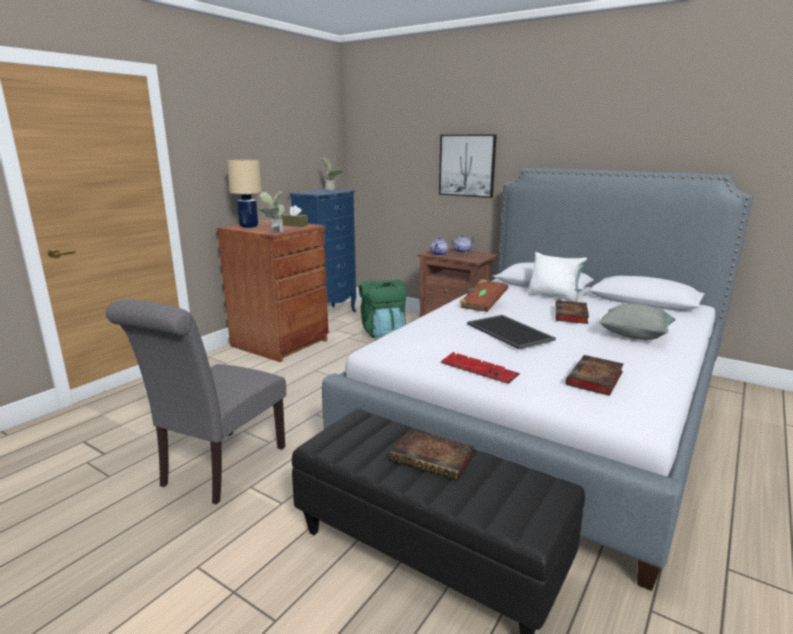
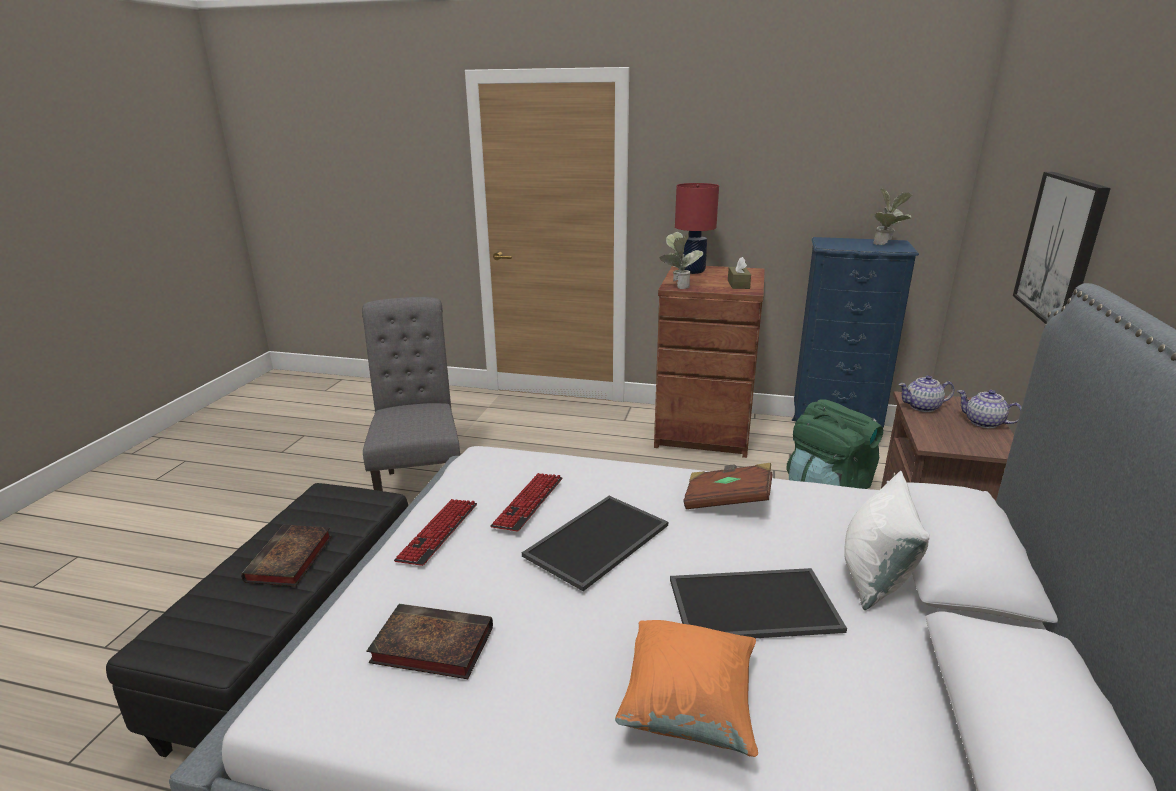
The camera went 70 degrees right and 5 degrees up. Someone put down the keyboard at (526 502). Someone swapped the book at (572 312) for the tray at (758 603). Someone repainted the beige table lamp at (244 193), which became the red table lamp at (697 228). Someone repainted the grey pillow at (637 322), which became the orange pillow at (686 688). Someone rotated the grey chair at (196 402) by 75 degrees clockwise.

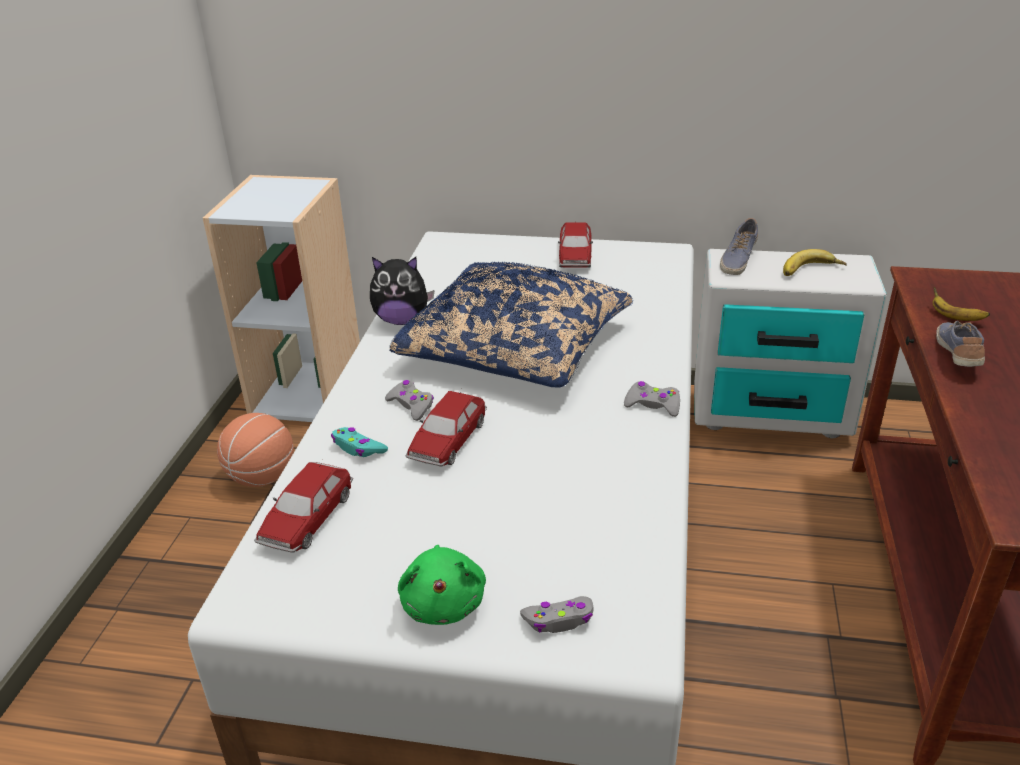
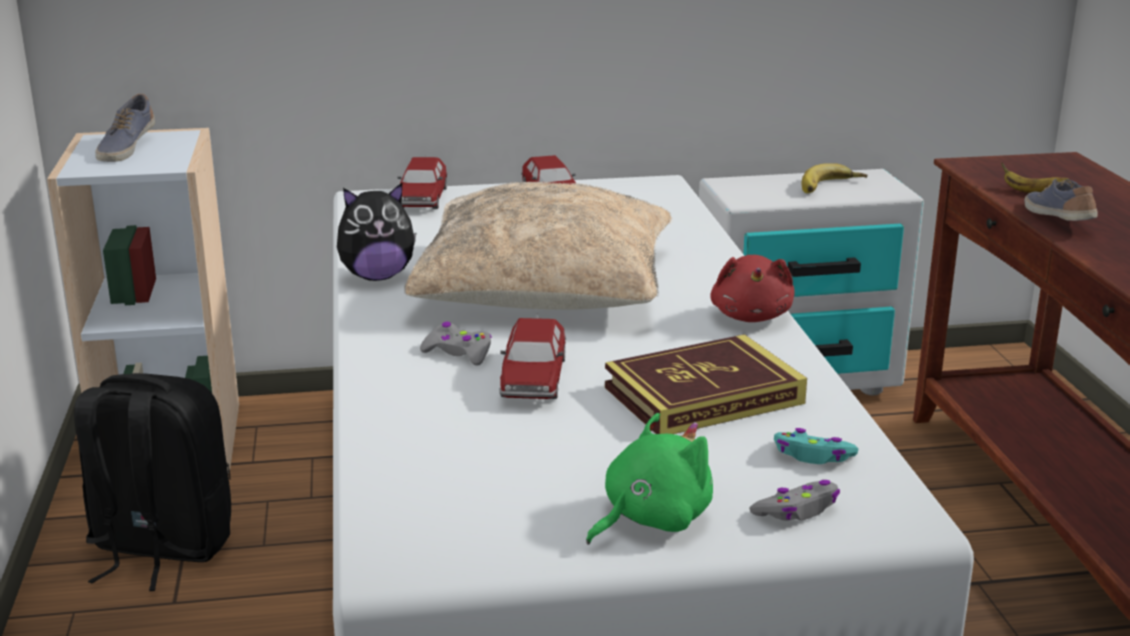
The camera went 20 degrees left and 10 degrees down. Someone put down the book at (706 384). Someone carried the toy car from (303 507) to (423 183). Someone carried the turquoise game controller from (359 442) to (816 446). Someone carried the shoe from (739 246) to (125 128). Someone swapped the basketball at (255 450) for the black backpack at (152 482). Someone swapped the grey game controller at (652 399) for the red plush toy at (752 288). Someone repainted the blue pillow at (511 325), which became the beige pillow at (538 245). Someone rotated the green plush toy at (442 585) by 105 degrees counterclockwise.

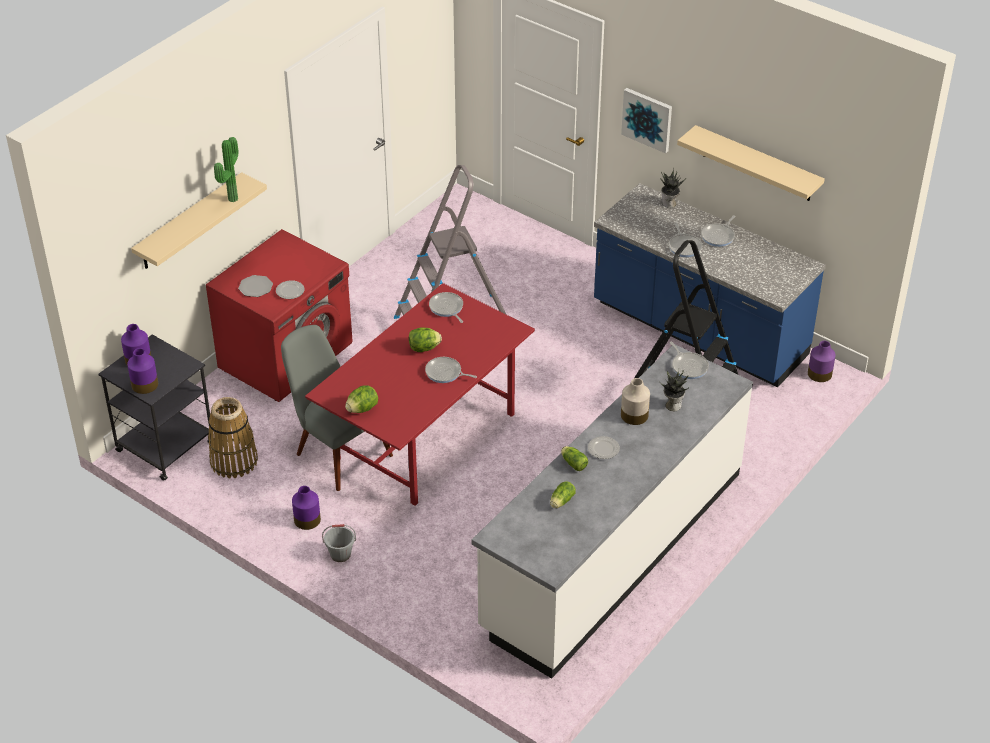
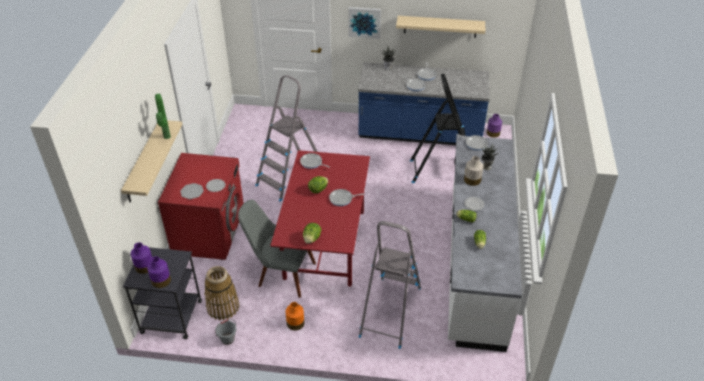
The camera went 30 degrees left and 0 degrees up. Someone put down the grey step ladder at (390 285). Someone carried the grey bucket from (339 543) to (225 332). Someone repainted the purple vase at (306 508), which became the orange vase at (295 316).

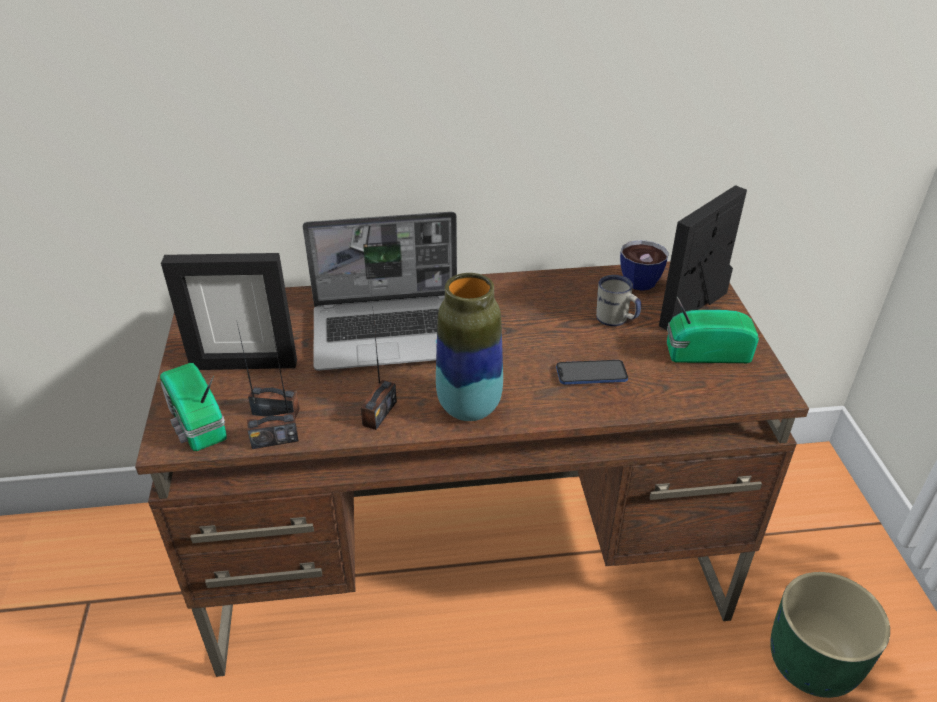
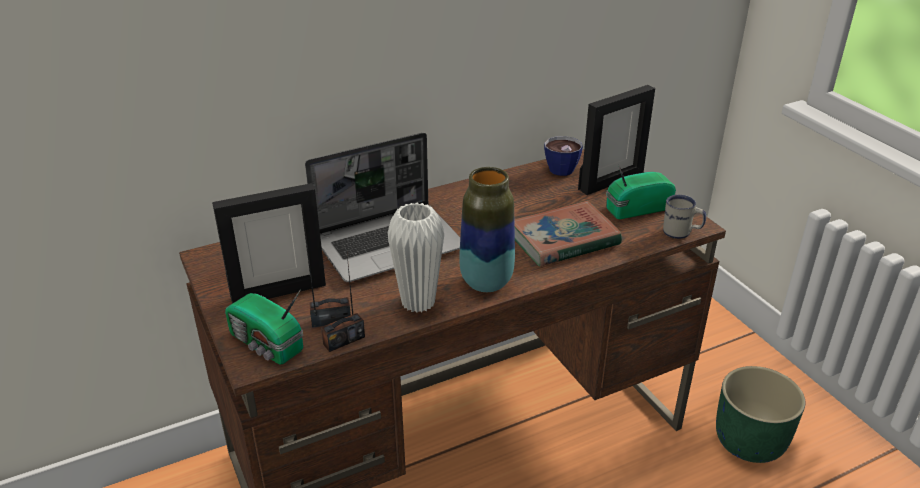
The camera went 20 degrees left and 5 degrees down. Someone carried the white mug from (618 300) to (684 217). Someone swapped the radio at (379 368) for the white vase at (416 258). Someone swapped the phone at (592 372) for the book at (568 234). Someone rotated the picture frame at (703 257) by 150 degrees counterclockwise.

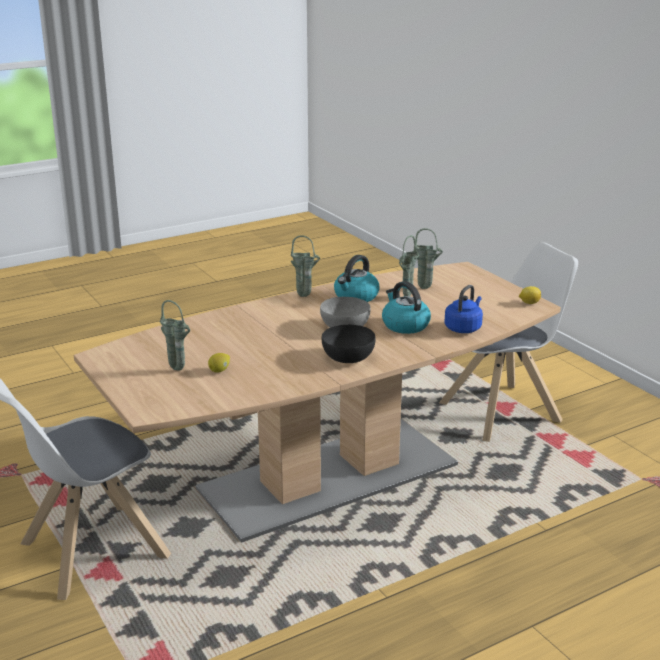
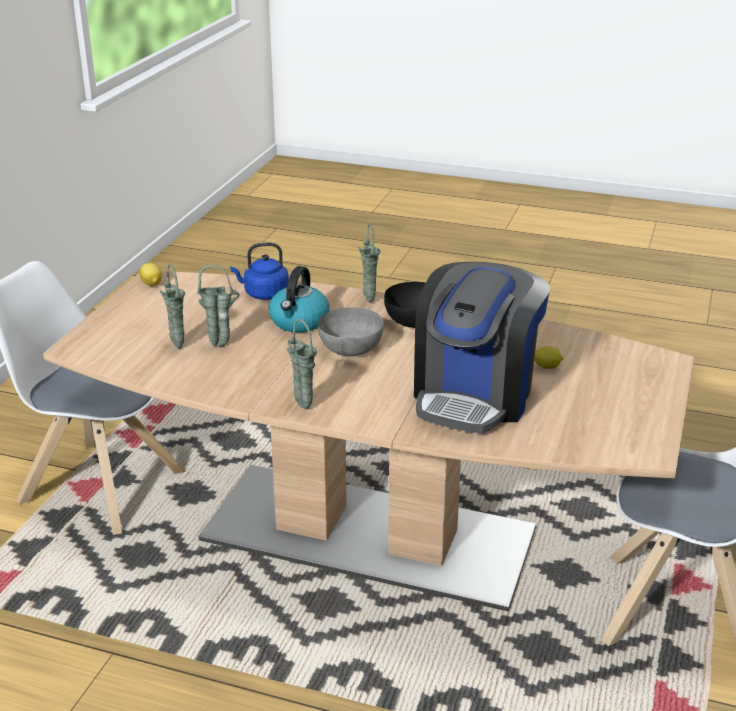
The camera went 130 degrees left and 5 degrees up. Someone took away the kettle at (357 278). Someone put down the coffee machine at (482 348). Someone carried the green vase from (174 335) to (369 263).

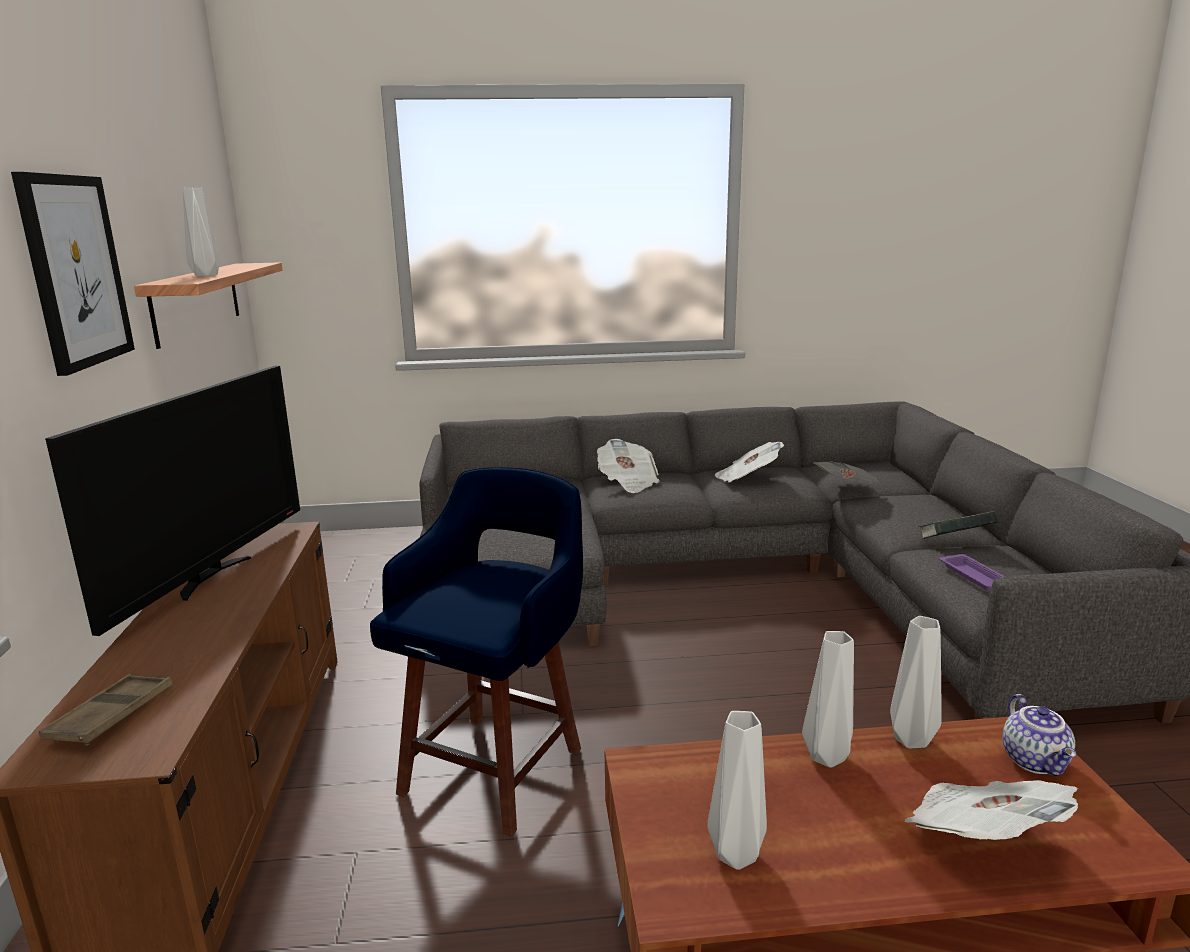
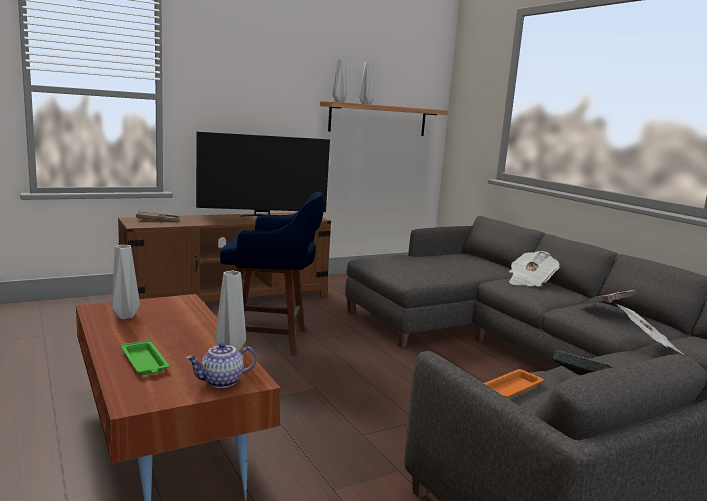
The camera went 65 degrees right and 5 degrees down. Someone took away the picture at (73 274). Someone carried the grey vase from (828 699) to (339 80). Someone swapped the newspaper at (991 810) for the green tray at (145 357). Someone repainted the purple tray at (972 572), which became the orange tray at (514 383).

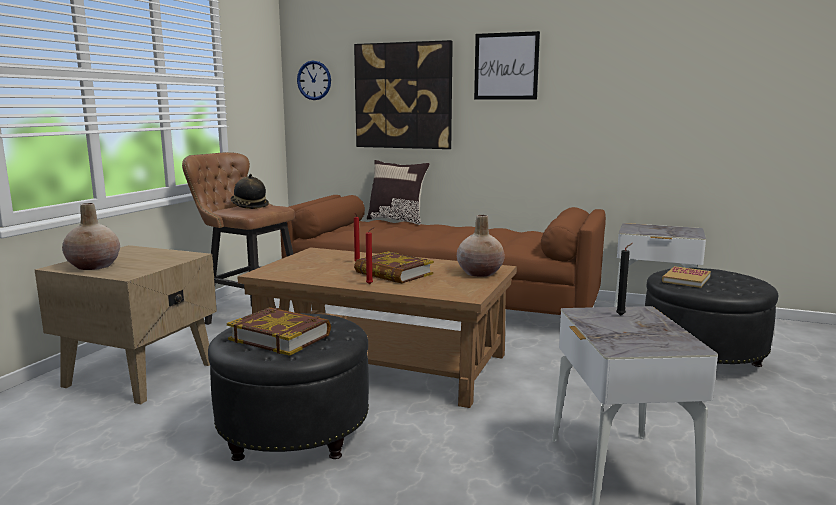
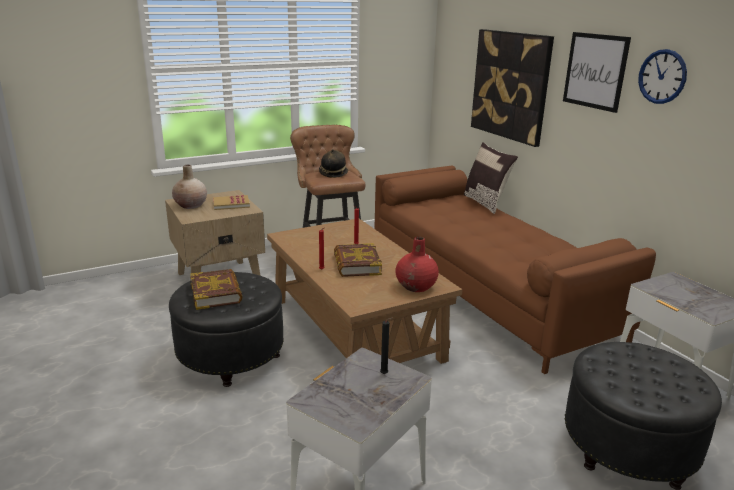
The camera went 40 degrees right and 10 degrees up. Someone carried the wall clock from (314 80) to (662 76). Someone carried the book from (686 277) to (231 202). Someone repainted the beige vase at (481 246), which became the red vase at (417 264).

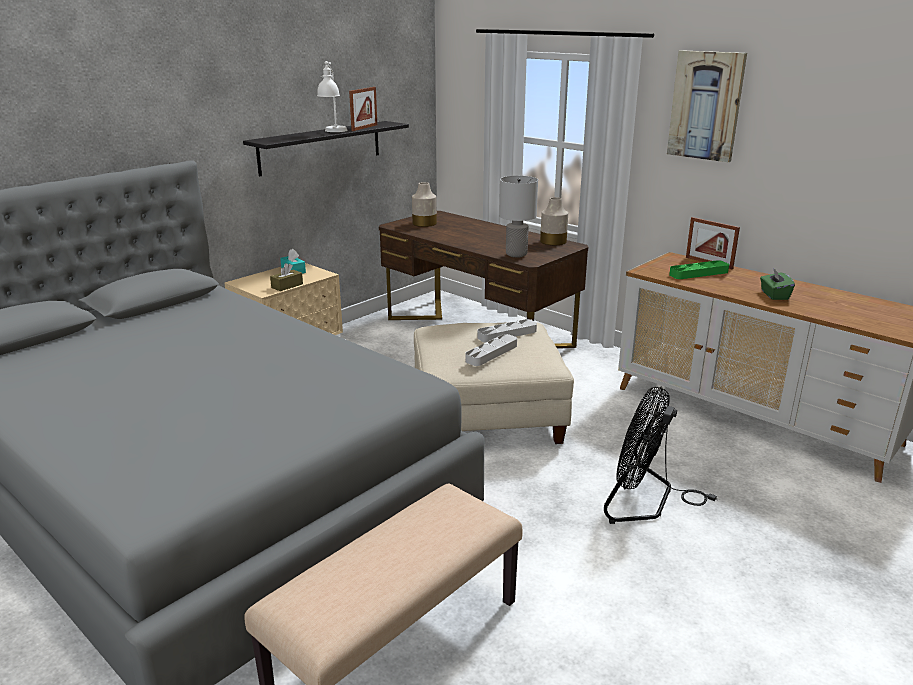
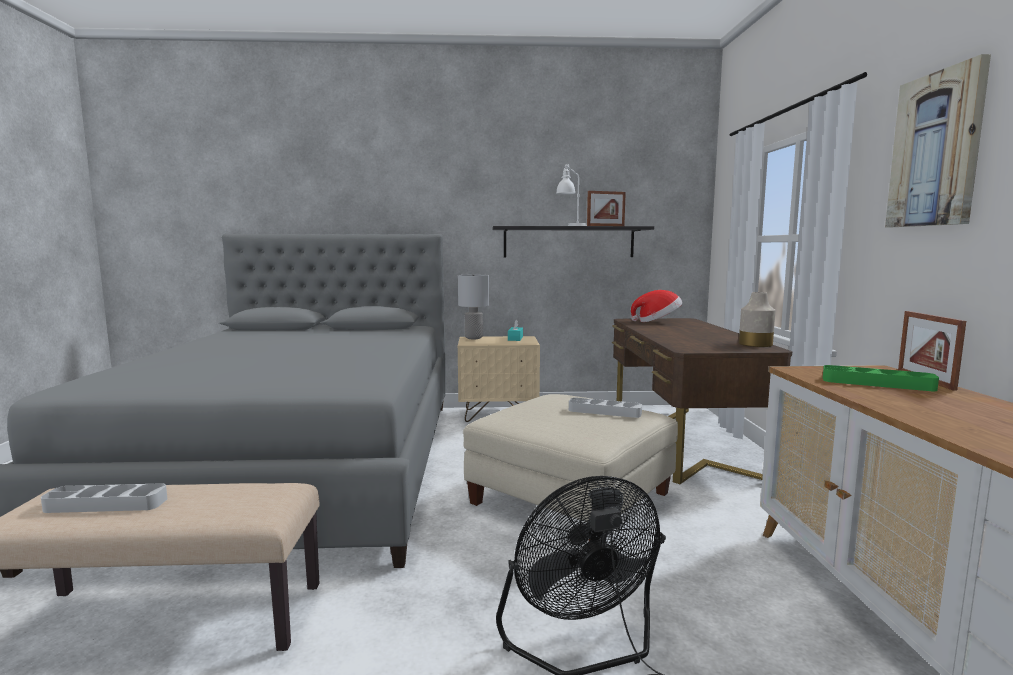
The camera went 45 degrees right and 15 degrees down. Someone took away the brown tissue box at (286 277). Someone took away the green tissue box at (777 284). Someone carried the grey tray from (491 350) to (104 498). Someone carried the grey table lamp from (518 217) to (473 306). Someone swapped the beige vase at (424 204) for the hat at (656 306).

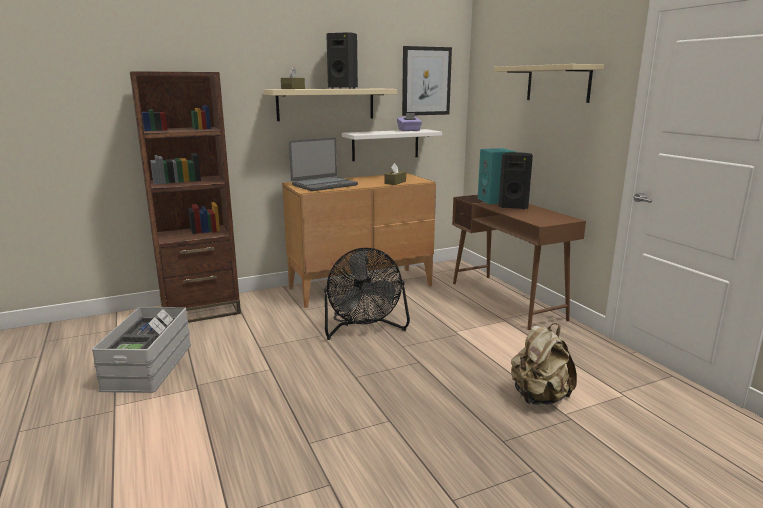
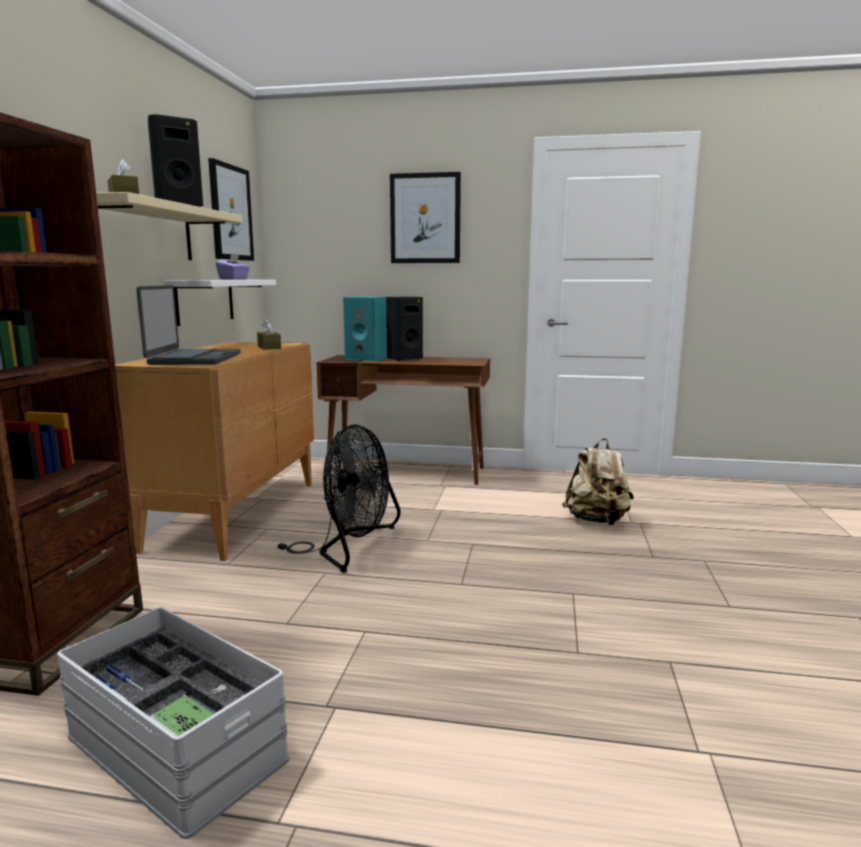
The camera went 55 degrees left and 5 degrees down. Someone swapped the beige shelf at (549 83) for the picture at (425 217).

